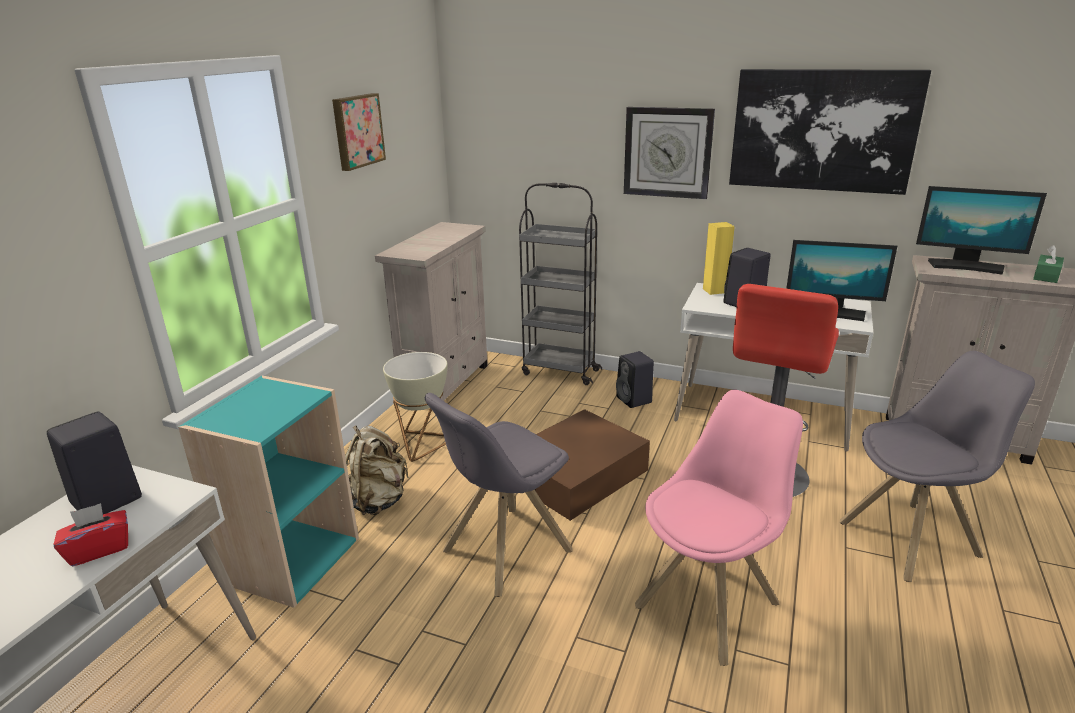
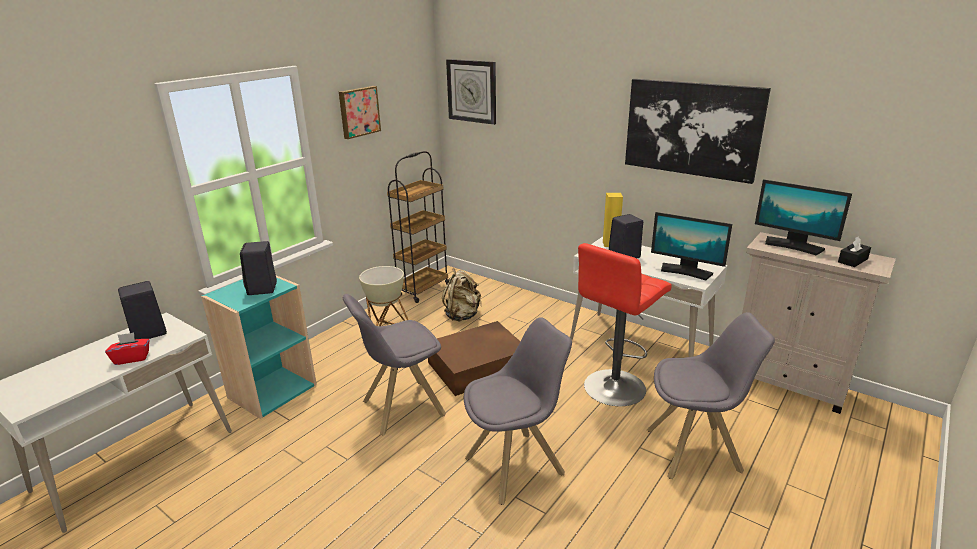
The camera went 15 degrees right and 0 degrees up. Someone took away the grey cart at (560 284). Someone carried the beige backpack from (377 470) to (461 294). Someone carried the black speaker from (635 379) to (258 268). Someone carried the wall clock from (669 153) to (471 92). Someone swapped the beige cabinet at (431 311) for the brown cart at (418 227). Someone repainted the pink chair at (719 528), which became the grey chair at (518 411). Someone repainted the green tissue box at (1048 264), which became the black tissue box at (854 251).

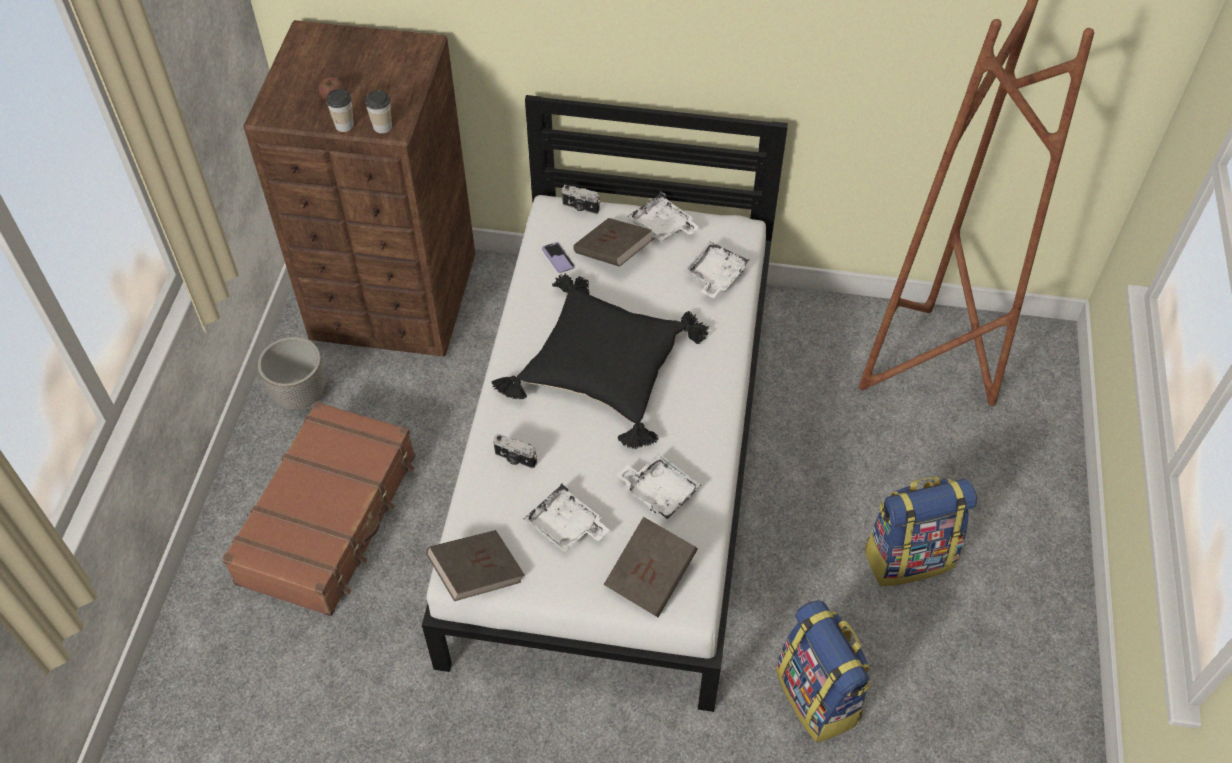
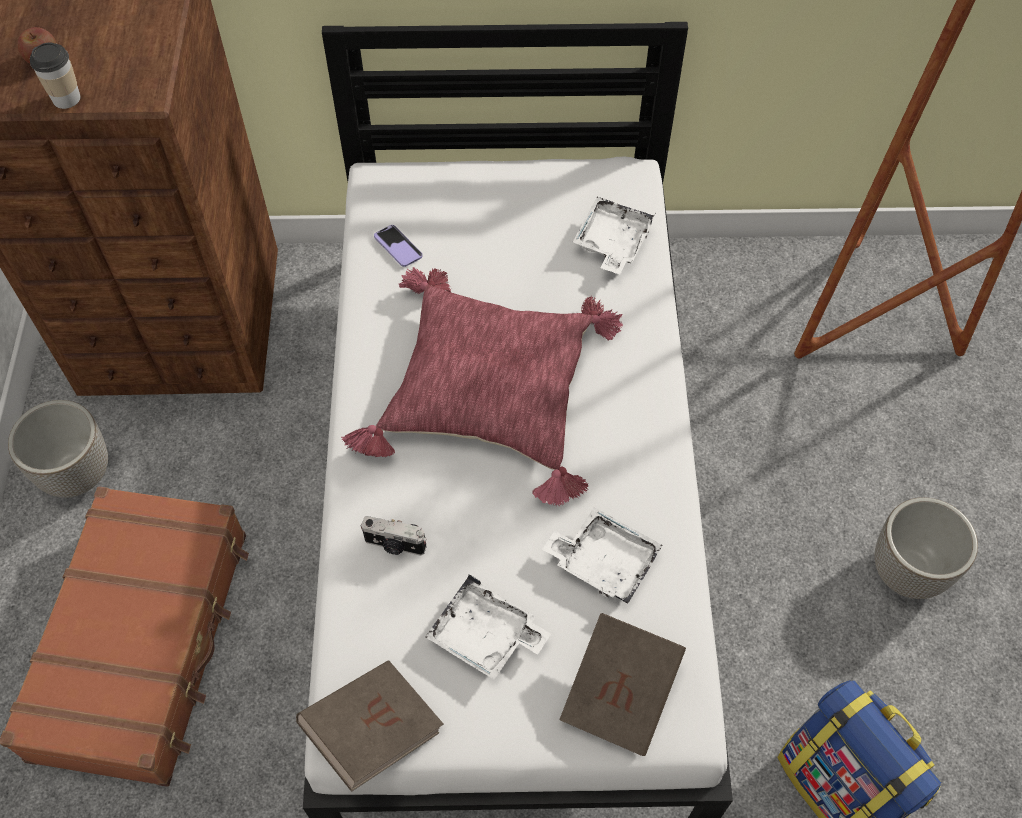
The camera went 10 degrees left and 5 degrees up. Someone took away the cup at (378 112). Someone took away the photo camera at (580 199). Someone took away the brown book at (614 242). Someone took away the white tray at (664 216). Someone swapped the backpack at (920 531) for the planter at (926 548). Someone repainted the black pillow at (600 361), which became the red pillow at (482 386).

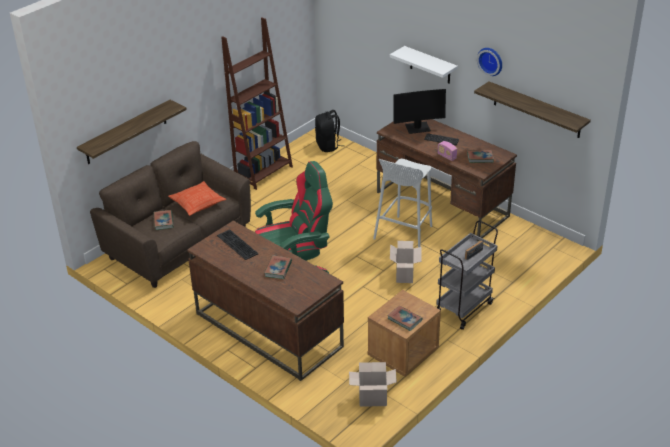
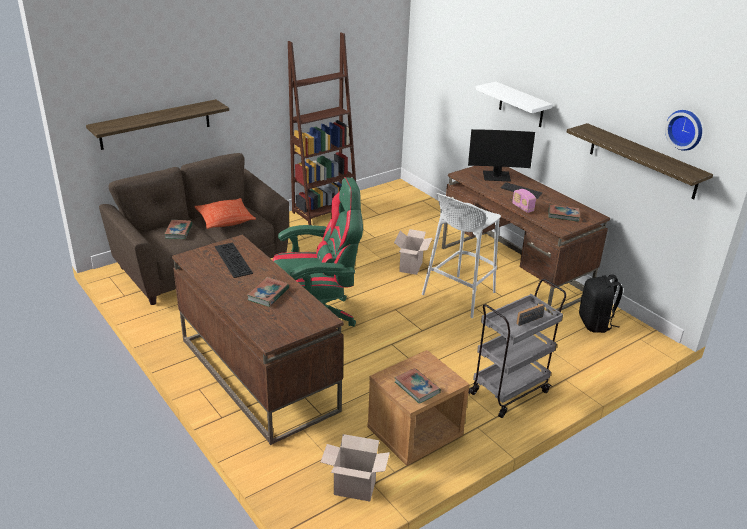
The camera went 10 degrees right and 5 degrees down. Someone carried the black backpack from (328 131) to (601 303). Someone carried the cardboard box from (406 262) to (413 252). Someone carried the wall clock from (489 62) to (683 130).

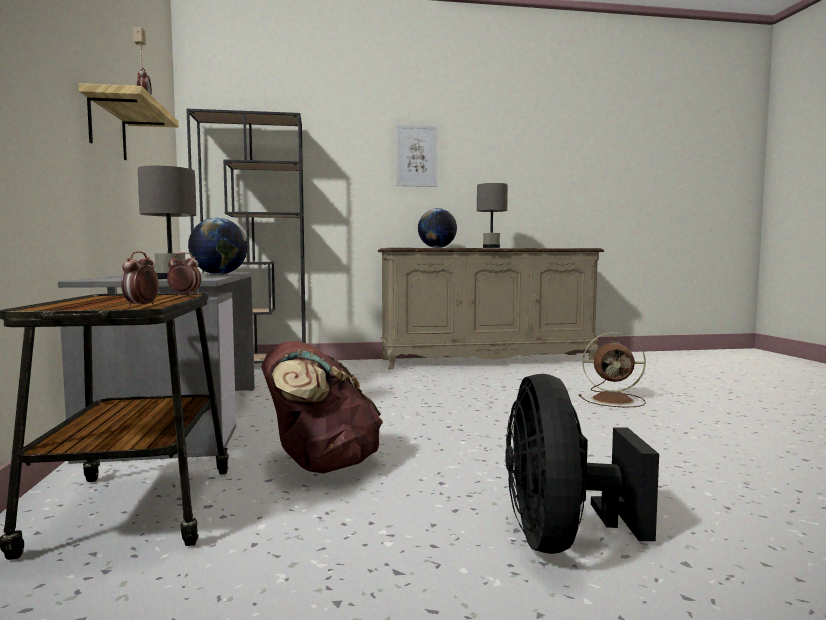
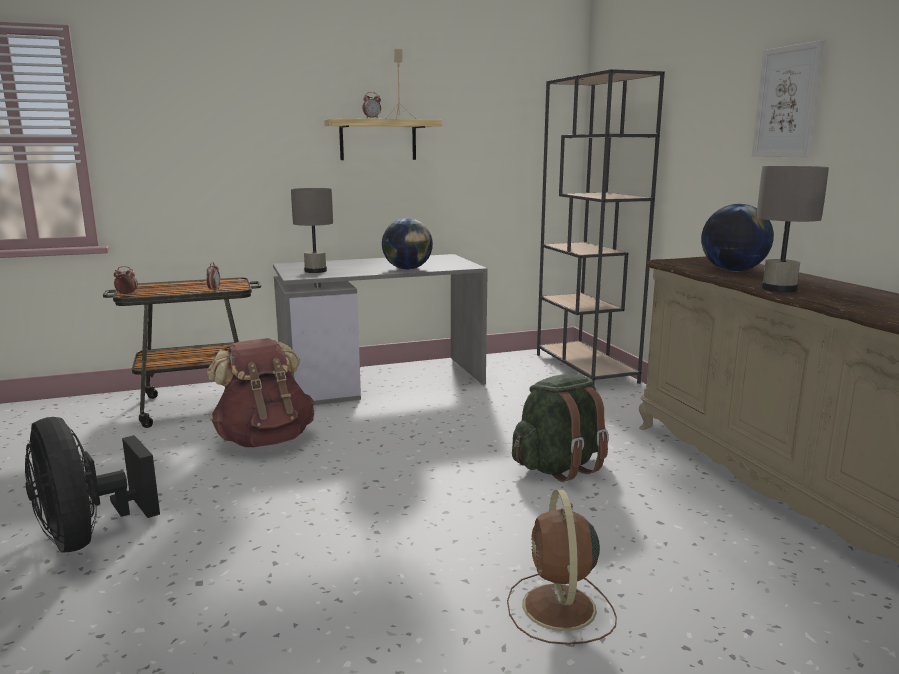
The camera went 80 degrees right and 10 degrees up. Someone put down the green backpack at (560 428). Someone rotated the black fan at (582 464) by 120 degrees counterclockwise.

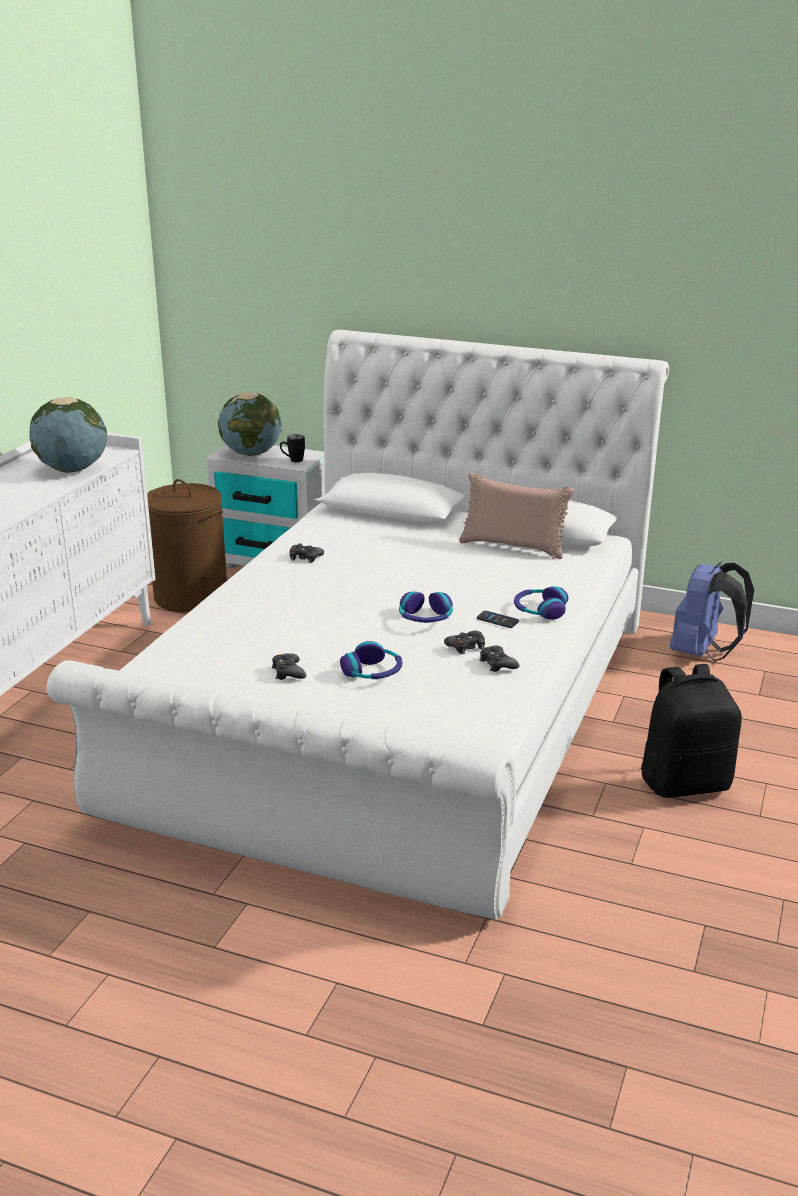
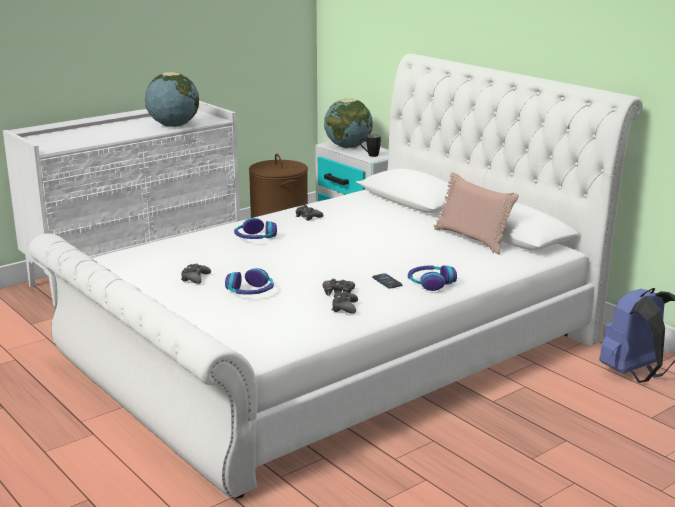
The camera went 30 degrees right and 5 degrees down. Someone took away the black backpack at (691 731). Someone carried the headphones from (426 607) to (255 228).

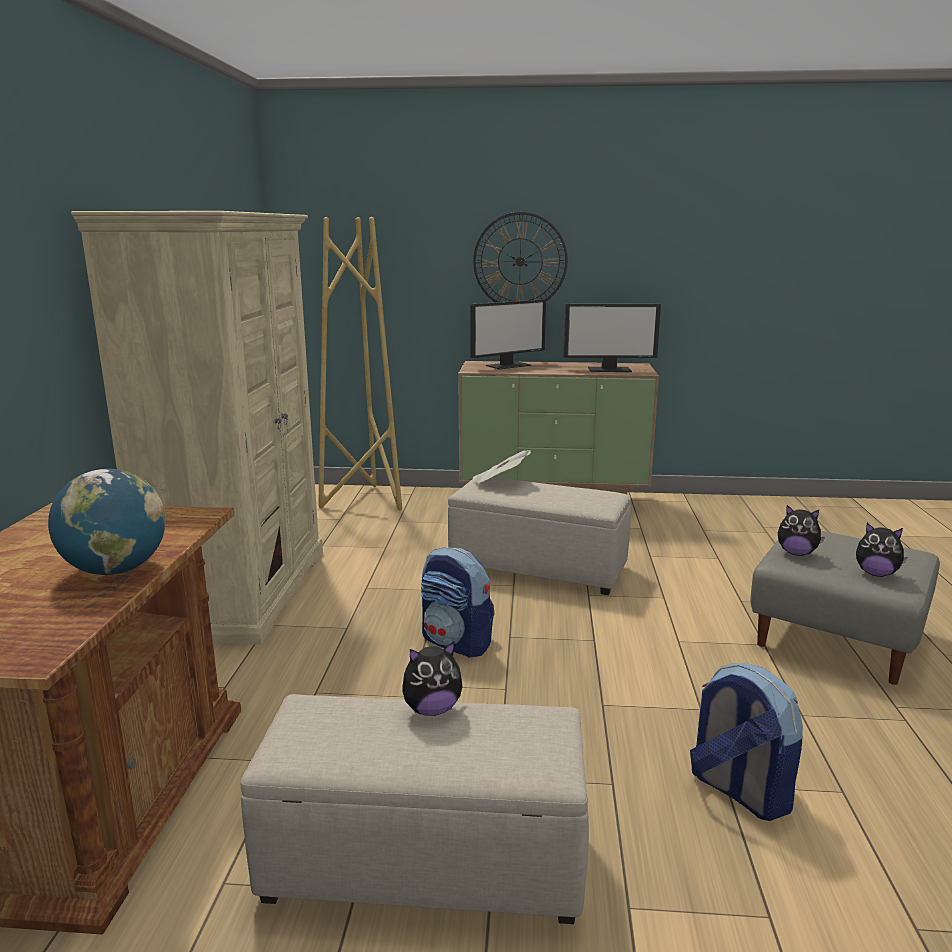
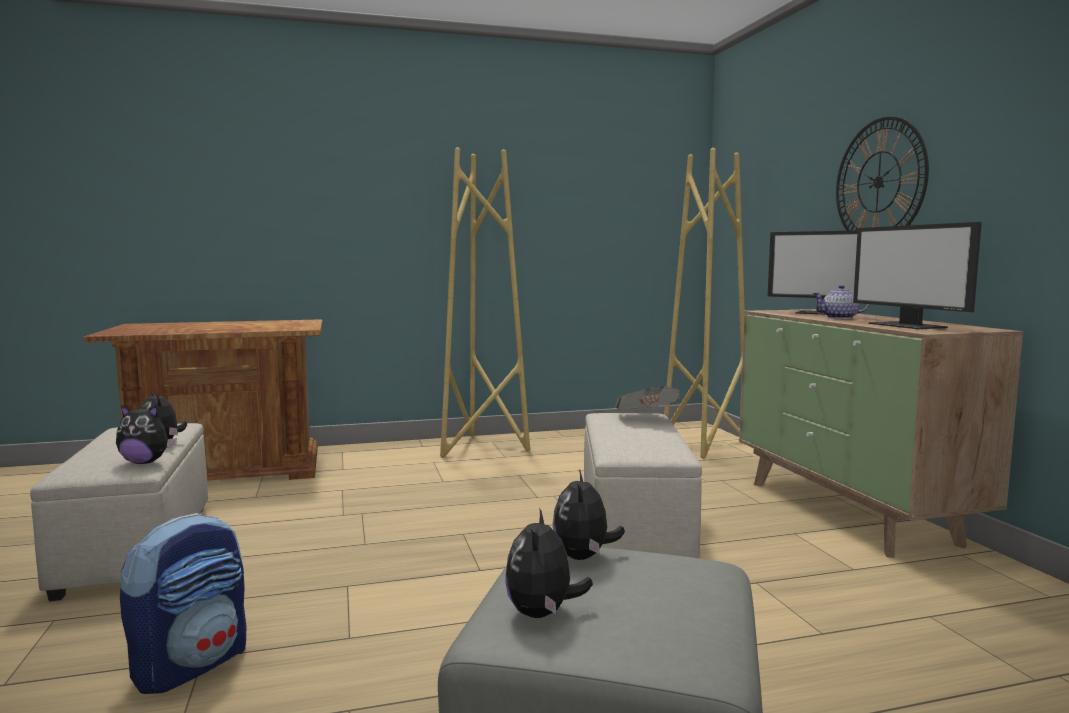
The camera went 70 degrees right and 10 degrees down. Someone took away the globe at (107 522). Someone took away the backpack at (457 602). Someone put down the plush toy at (146 434). Someone put down the teapot at (841 302). Someone swapped the beige wardrobe at (197 428) for the yellow clothes rack at (485 302).

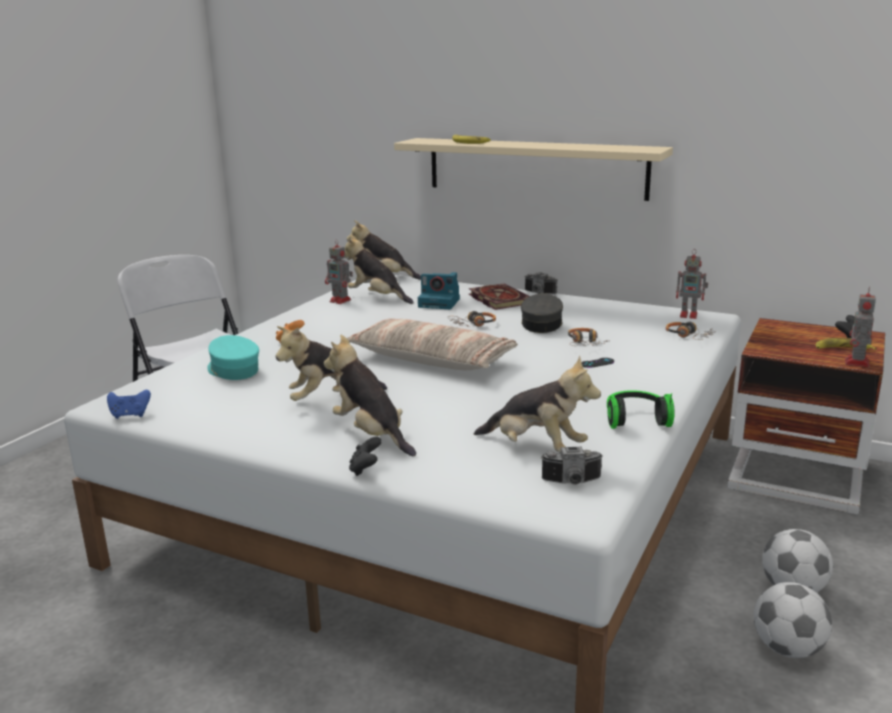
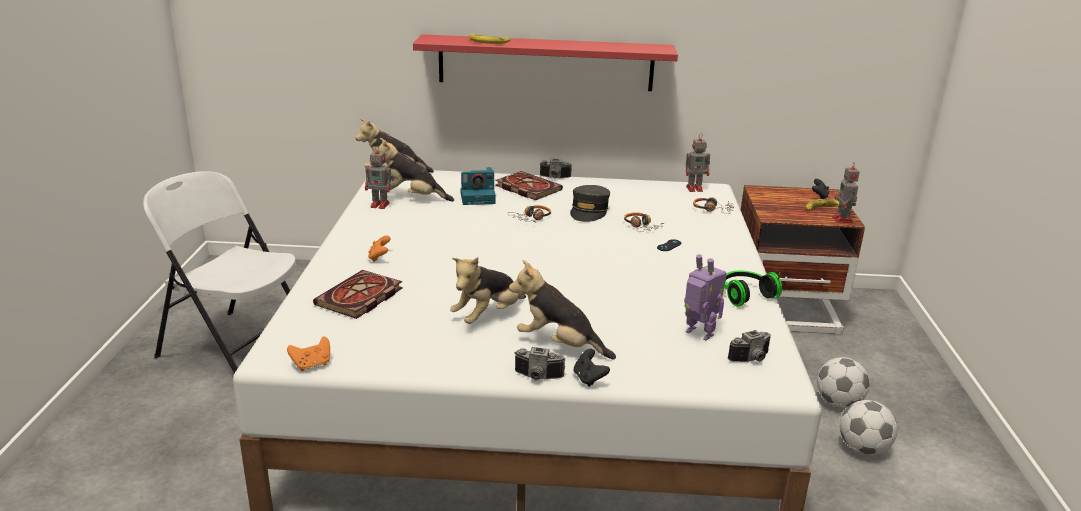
The camera went 25 degrees left and 5 degrees up. Someone took away the pillow at (432 344). Someone put down the photo camera at (540 363). Someone swapped the turquoise cap at (233 357) for the book at (358 294). Someone swapped the plush toy at (537 404) for the toy robot at (705 297). Someone repainted the blue game controller at (129 404), which became the orange game controller at (308 353). Someone repainted the beige shelf at (533 169), which became the red shelf at (545 62). Someone rotated the grey cap at (542 313) by 150 degrees counterclockwise.

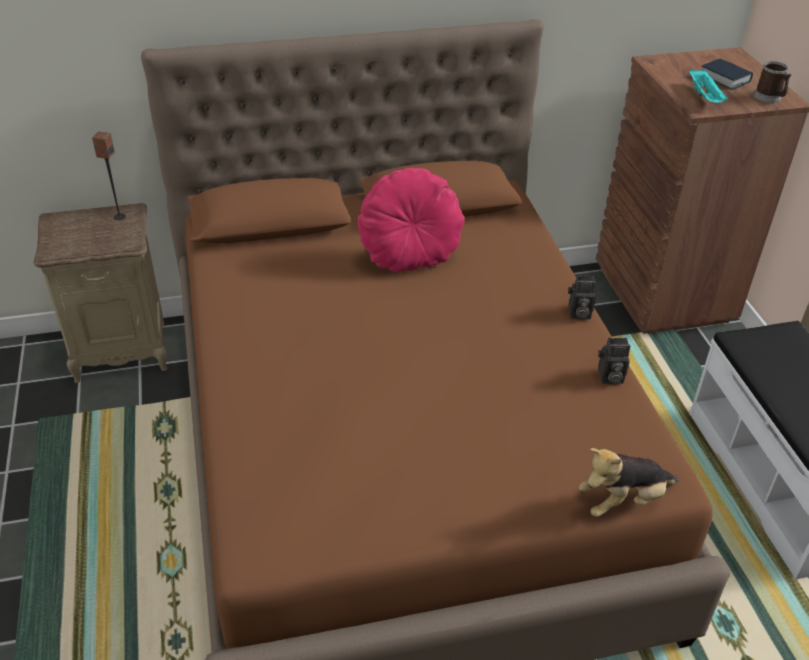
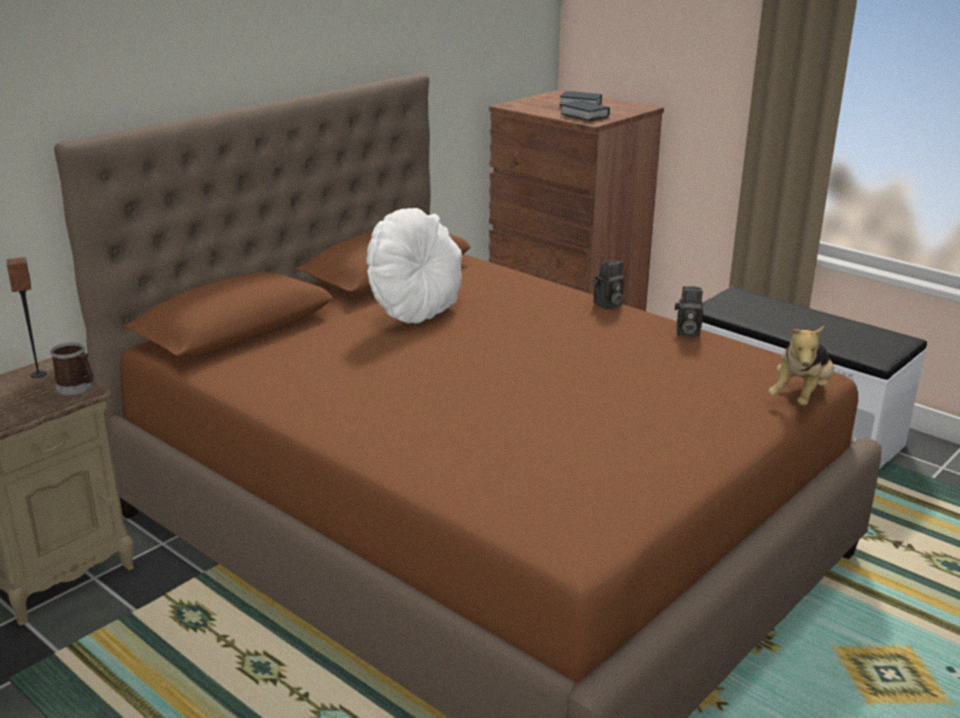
The camera went 35 degrees left and 15 degrees down. Someone carried the mug from (772 82) to (72 368). Someone swapped the turquoise tray at (708 86) for the book at (585 110). Someone repainted the pink pillow at (411 220), which became the white pillow at (414 265). Someone rotated the photo camera at (614 361) by 45 degrees clockwise.

